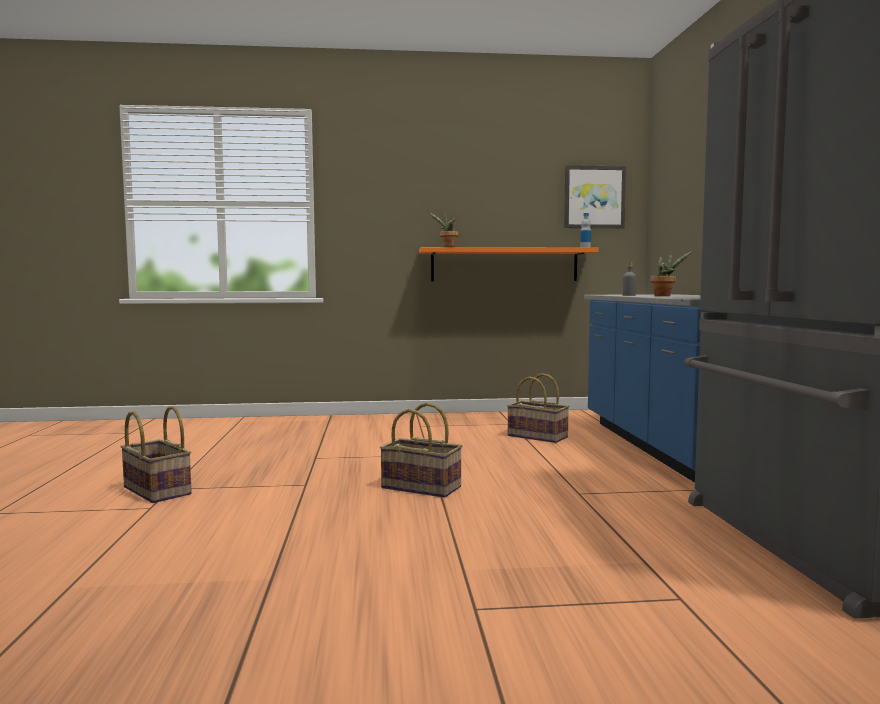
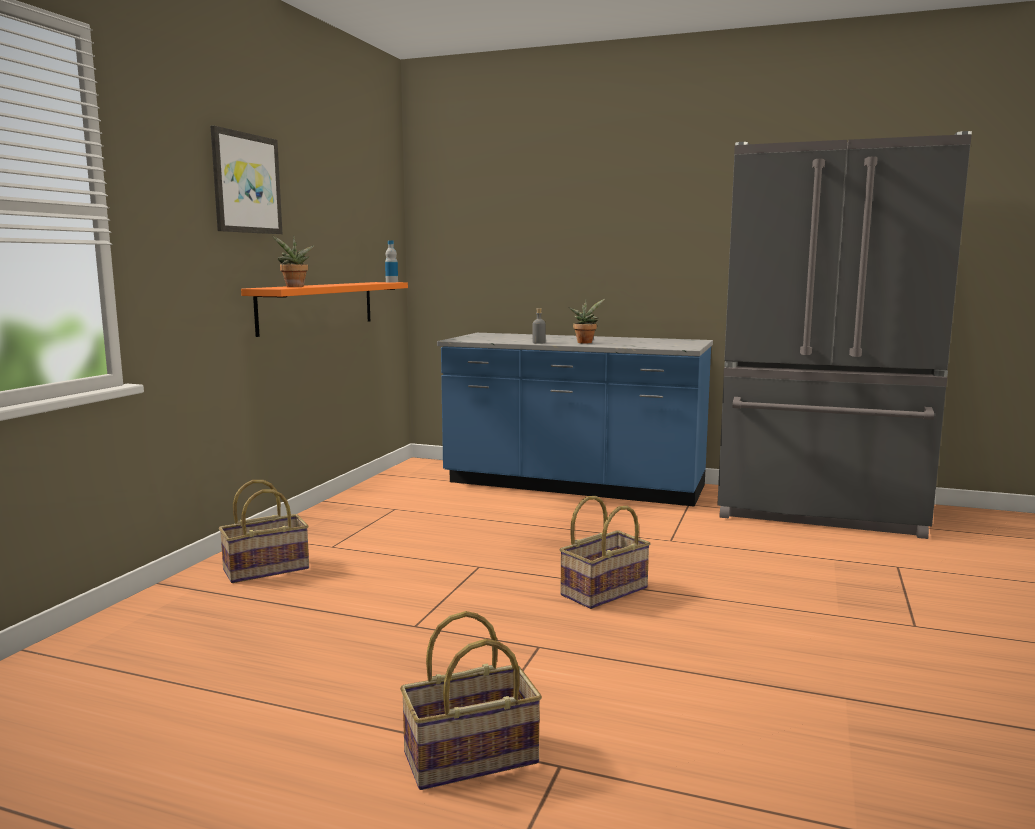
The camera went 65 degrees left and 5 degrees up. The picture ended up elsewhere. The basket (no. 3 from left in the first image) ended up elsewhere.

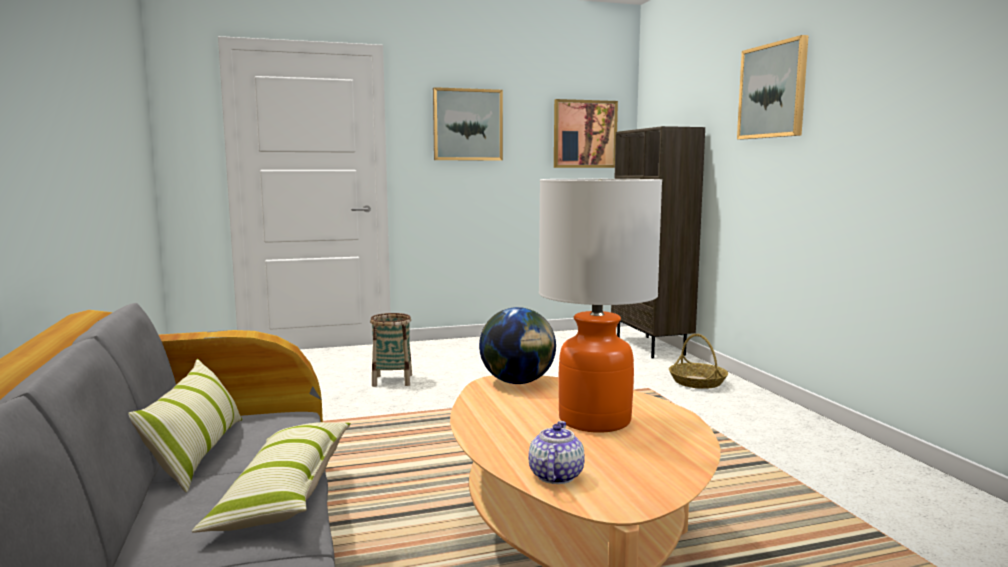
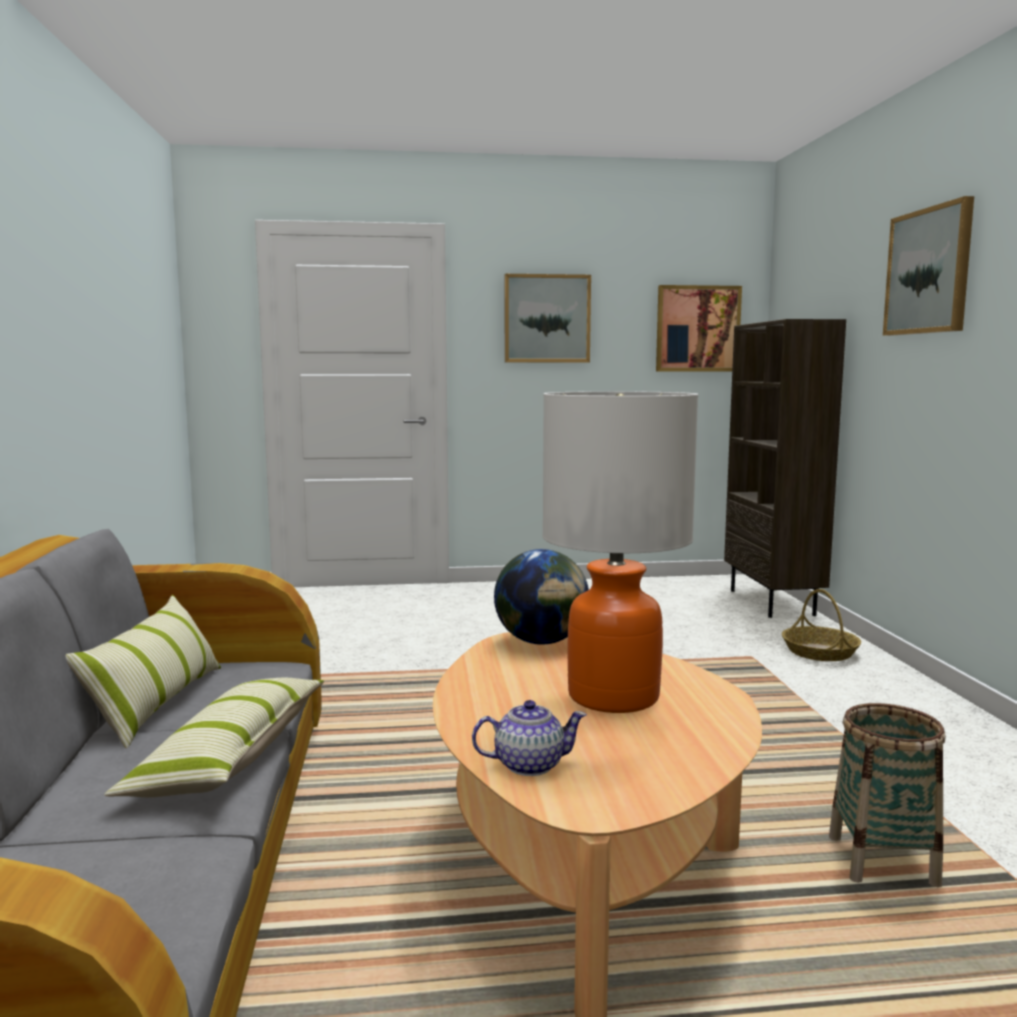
The camera went 10 degrees right and 0 degrees up. The teapot ended up facing another way, 60 degrees clockwise from before. The basket (no. 1 from left in the first image) ended up elsewhere.

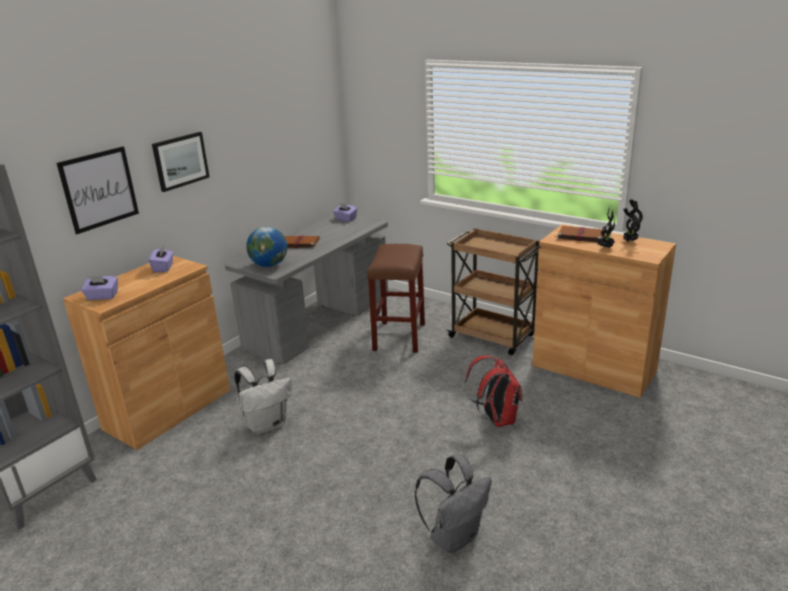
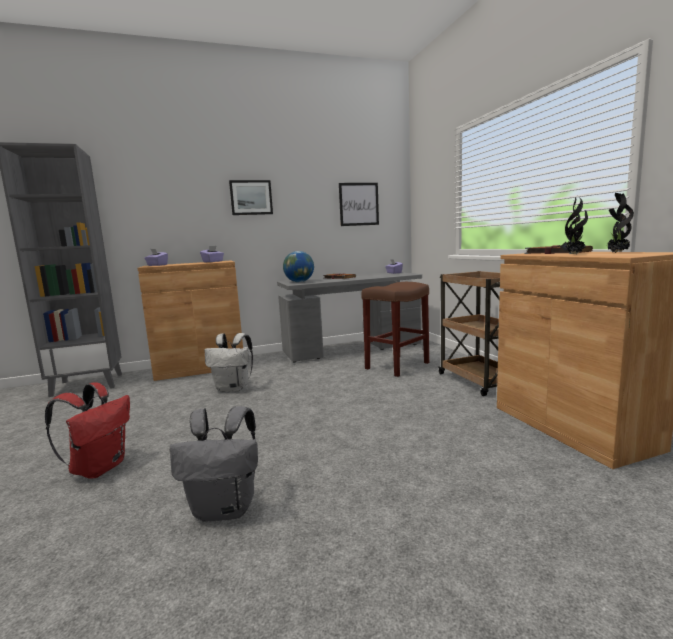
The camera went 35 degrees right and 15 degrees down. The red backpack ended up elsewhere. The picture (no. 1 from left in the first image) ended up elsewhere.

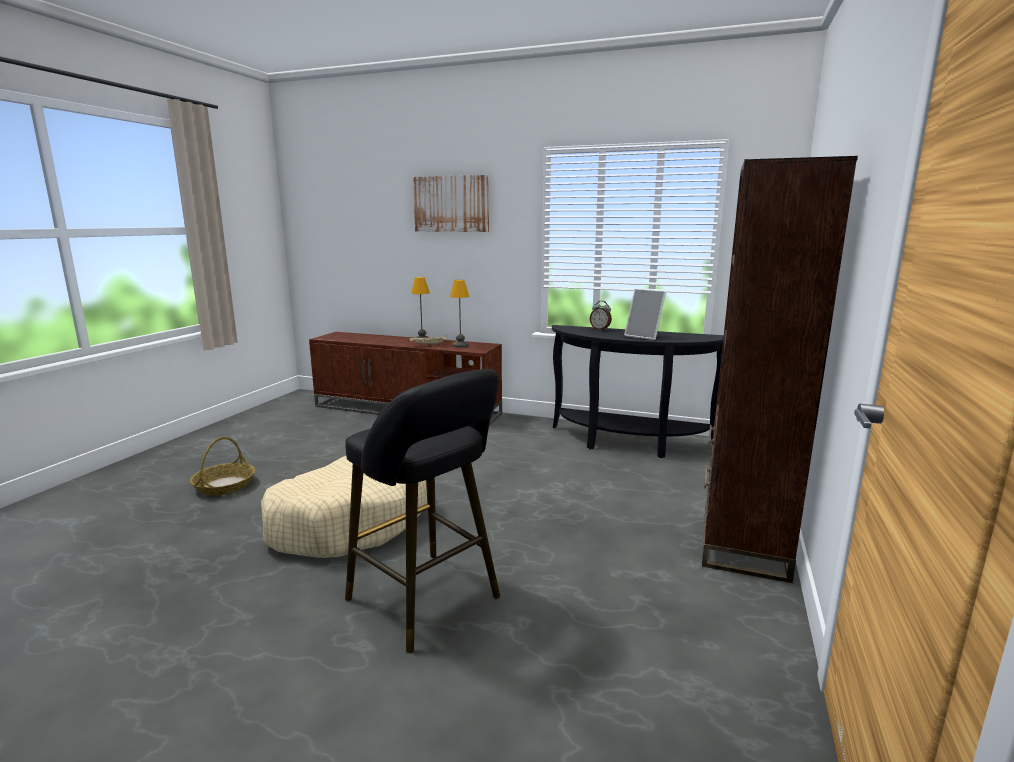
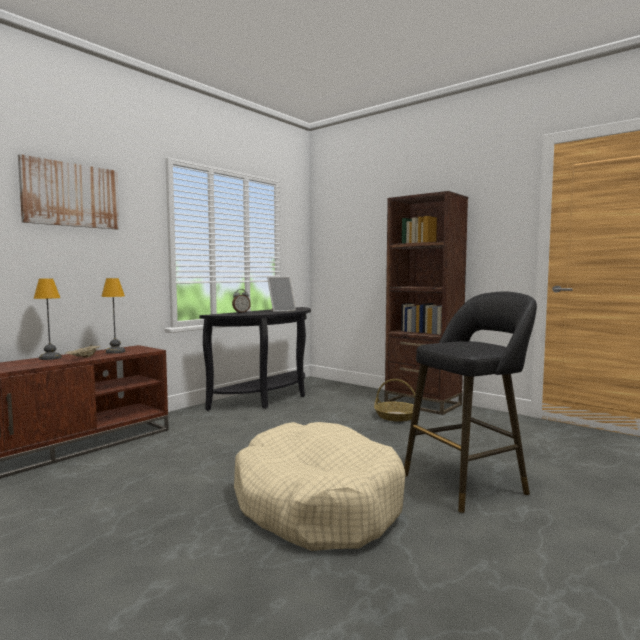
The camera went 70 degrees left and 10 degrees down. The basket ended up elsewhere.

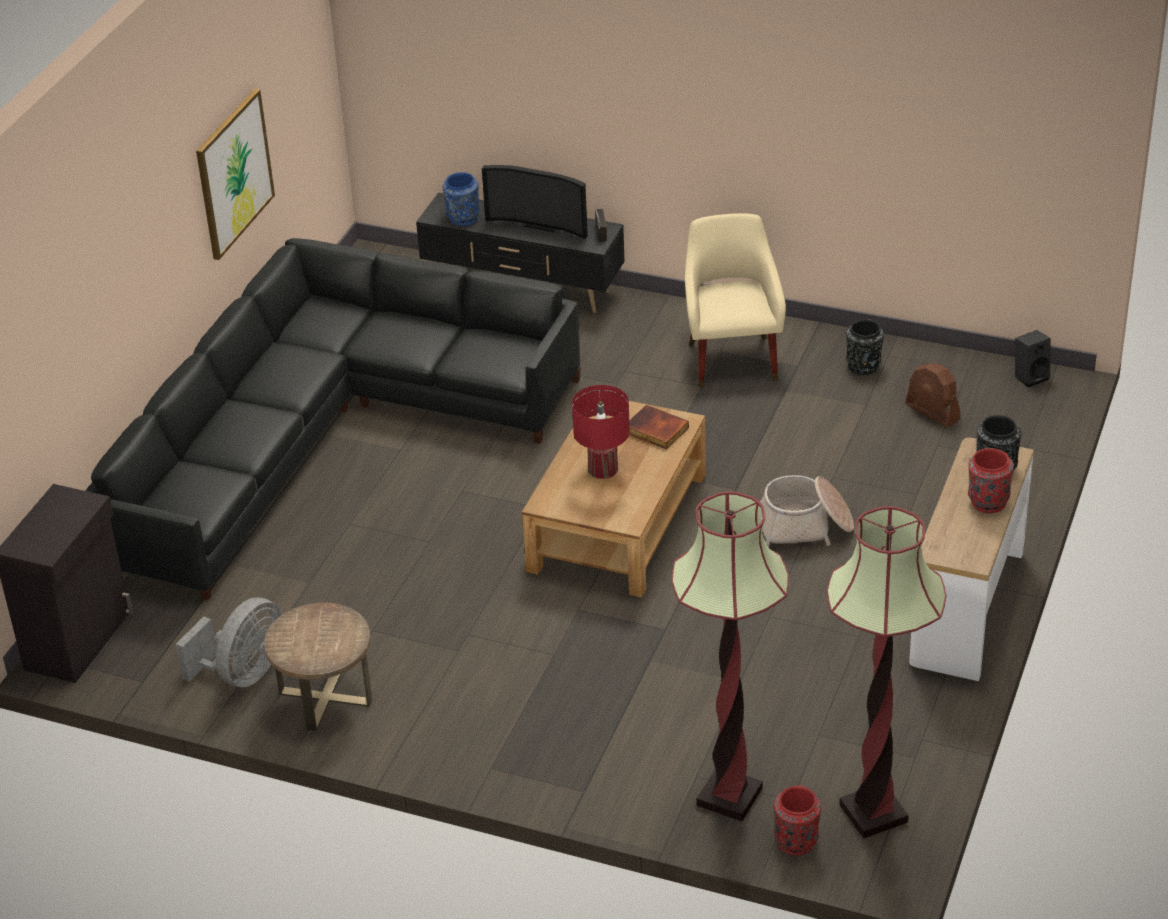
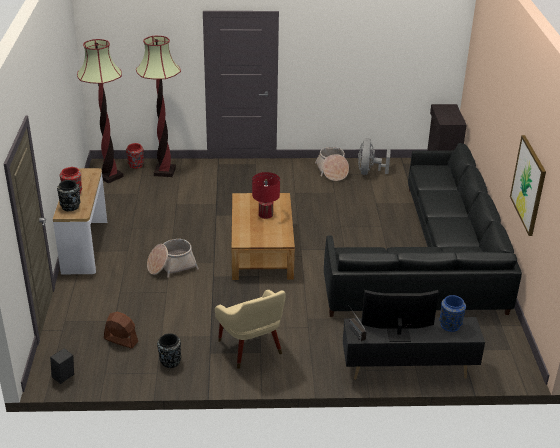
The camera went 155 degrees right and 5 degrees down. Where the brown side table stood, the basket (no. 2 from left) came to stand. The second view lost the book.

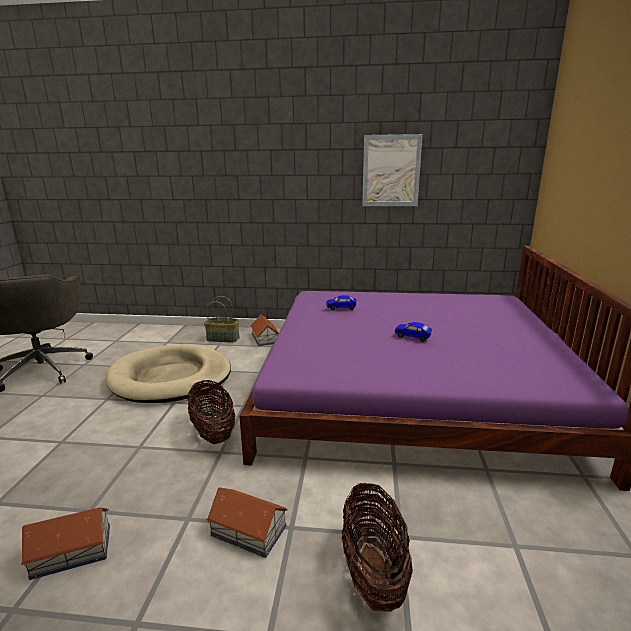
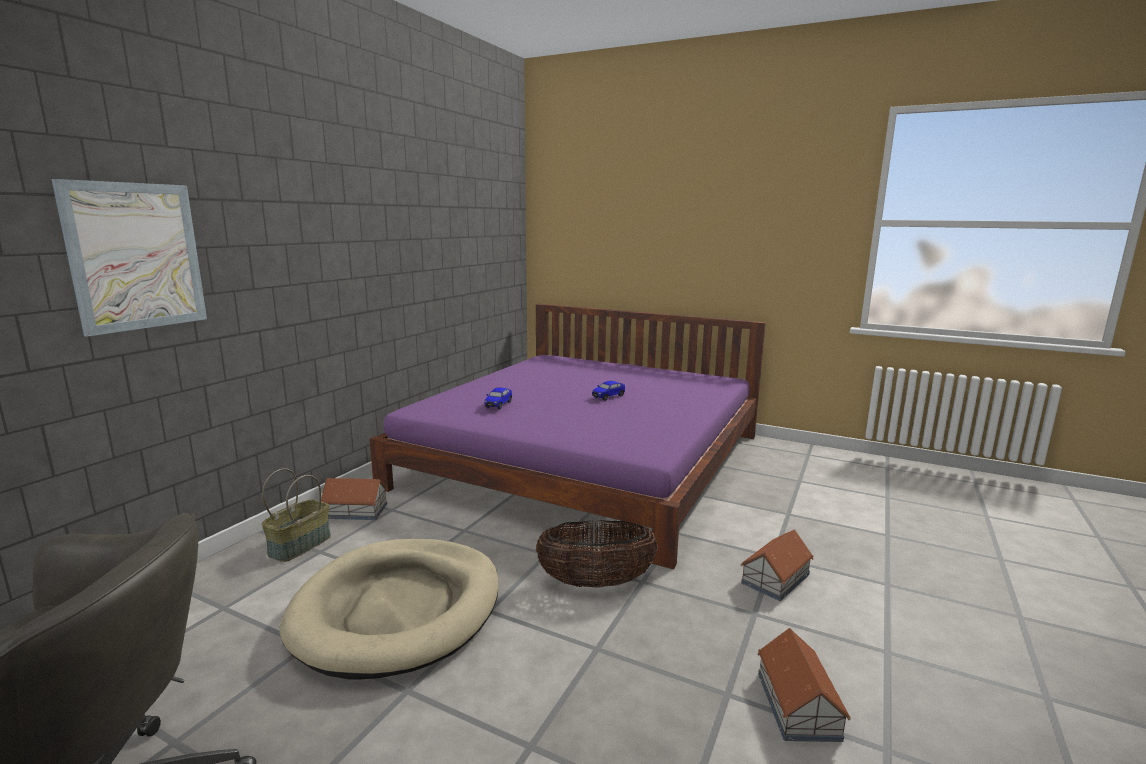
The camera went 70 degrees left and 5 degrees down. The picture ended up elsewhere. The second view lost the basket (no. 3 from left).

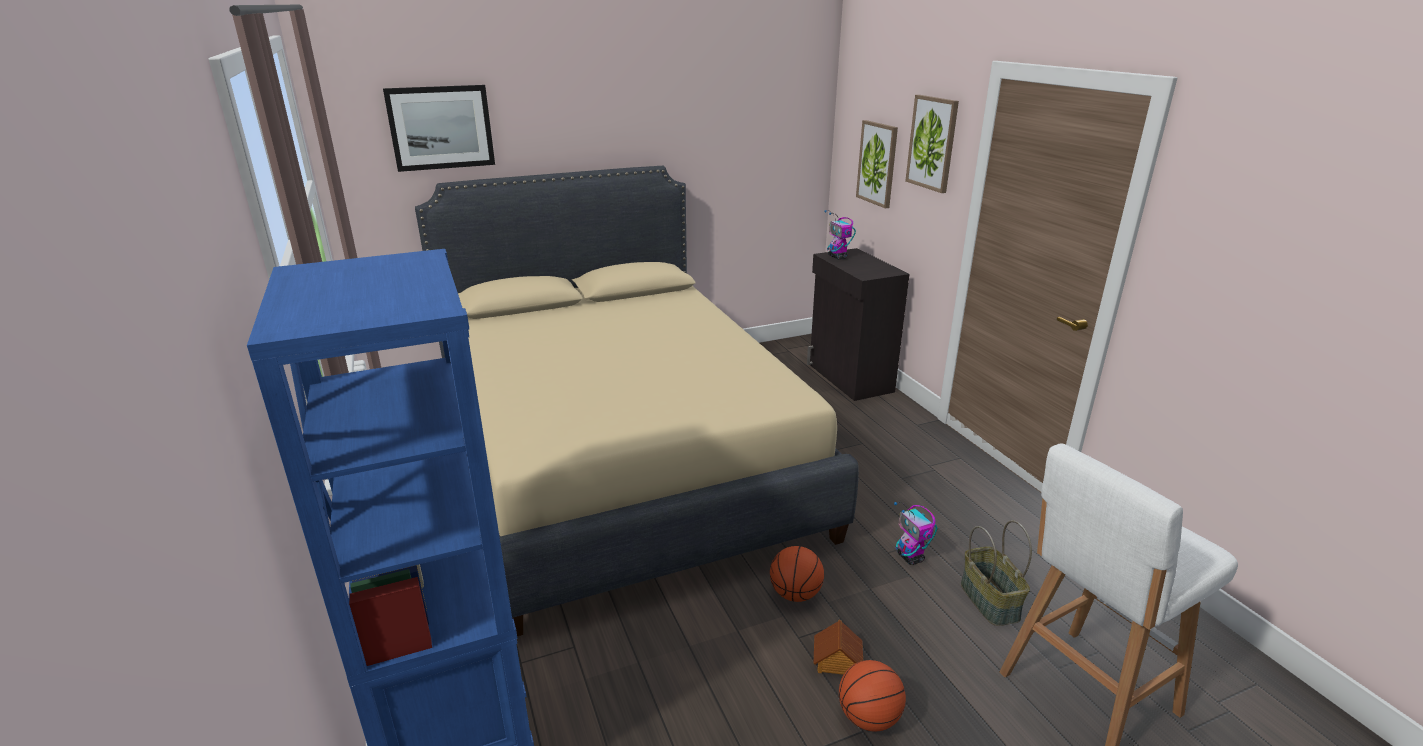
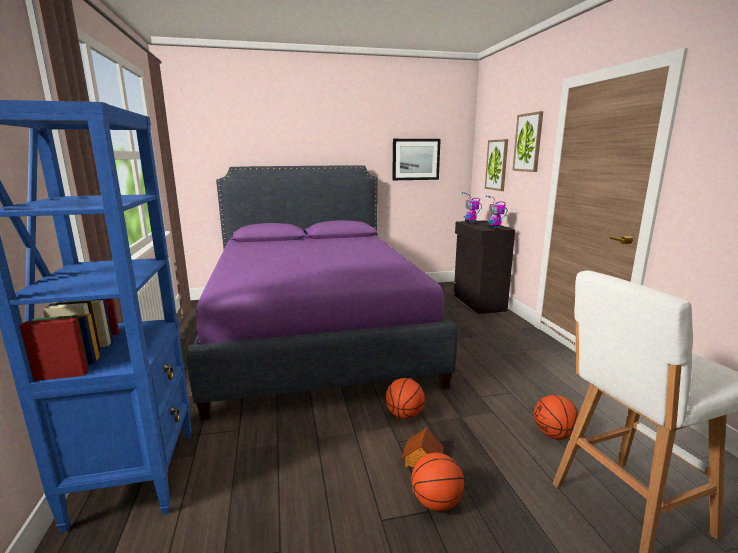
The camera went 10 degrees right and 10 degrees down. What was the beige bed turned into the purple bed. The picture (no. 1 from left) ended up elsewhere. The toy robot (no. 2 from left) ended up elsewhere. Where the basket stood, the basketball (no. 3 from left) came to stand.

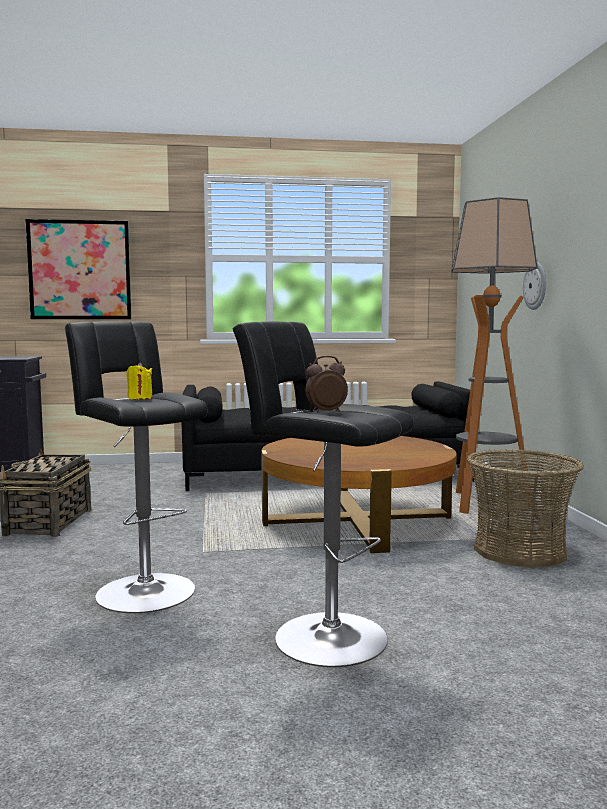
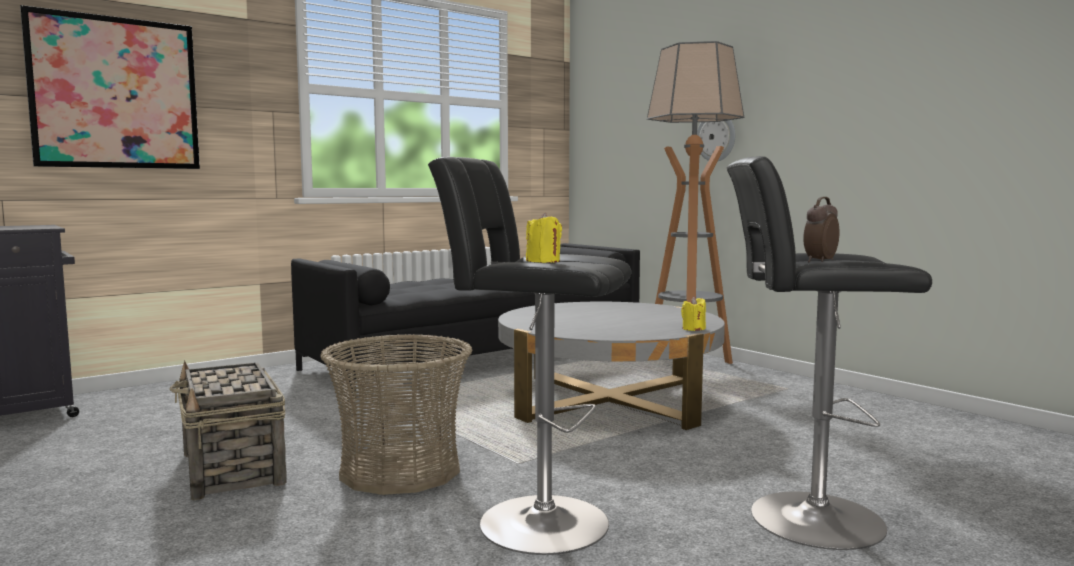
The camera went 30 degrees left and 0 degrees up. The basket (no. 2 from left) ended up elsewhere. What was the brown coffee table turned into the grey coffee table. The second view gained the yellow candle (no. 2 from left).

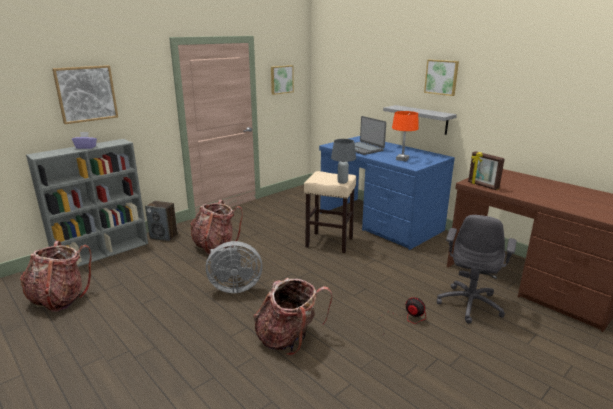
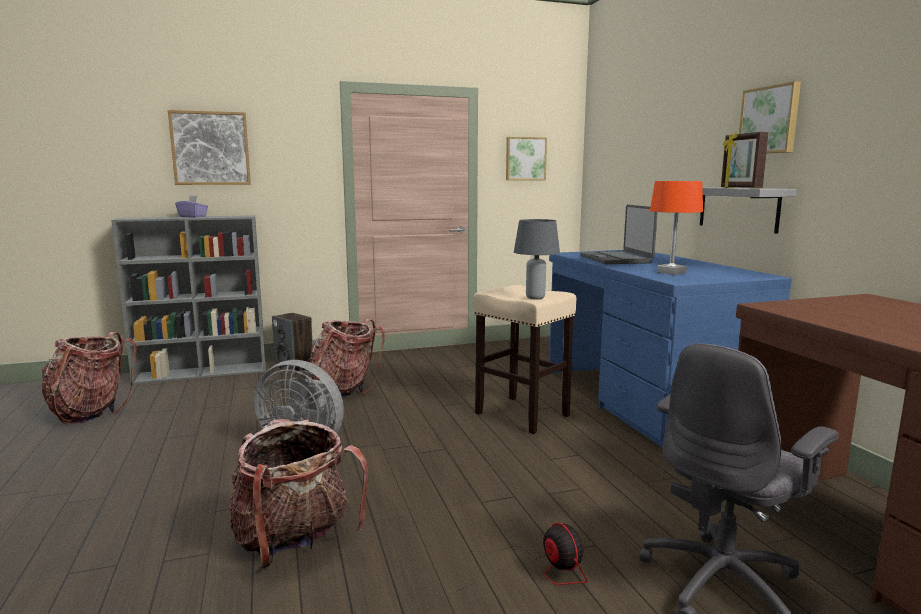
The camera went 25 degrees right and 10 degrees down. The picture frame ended up elsewhere.

